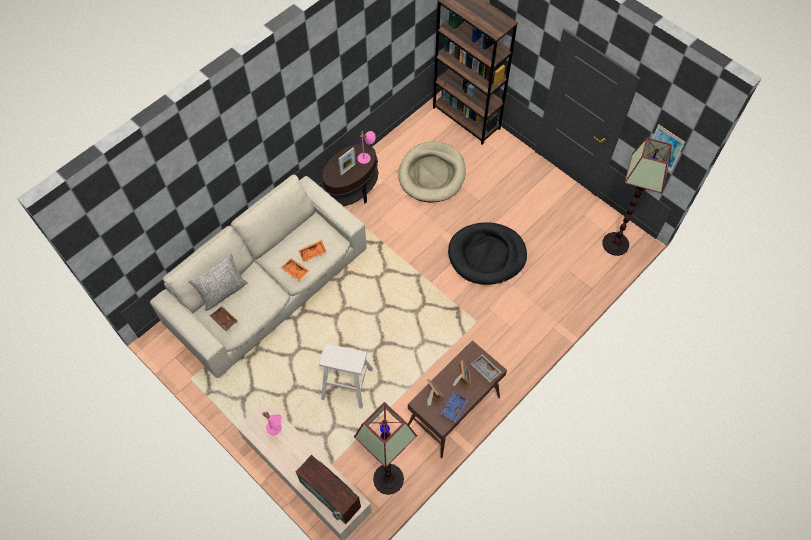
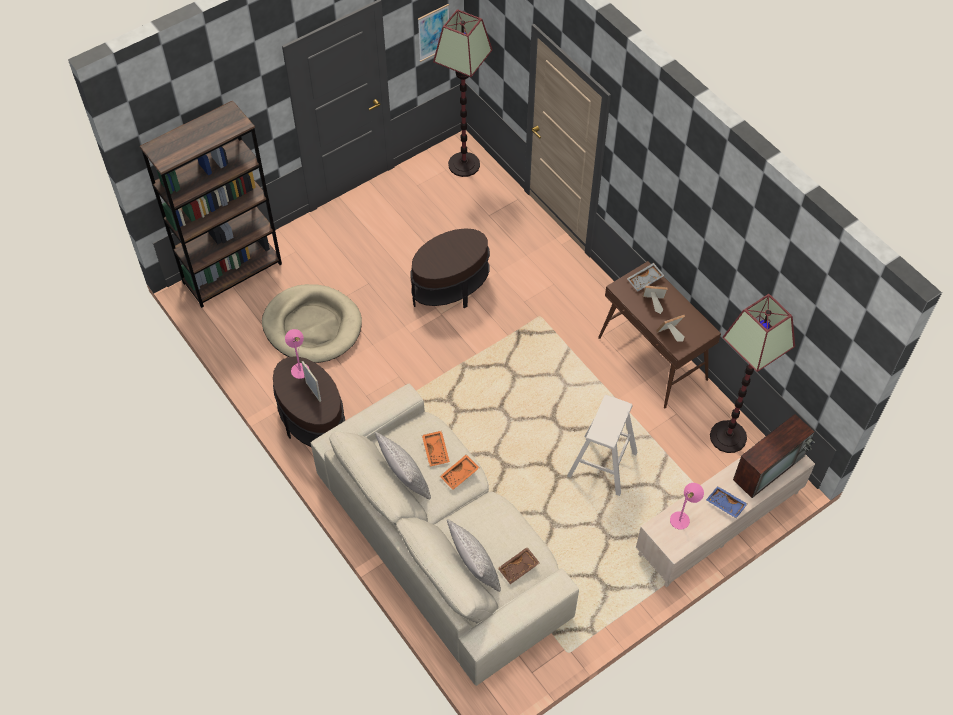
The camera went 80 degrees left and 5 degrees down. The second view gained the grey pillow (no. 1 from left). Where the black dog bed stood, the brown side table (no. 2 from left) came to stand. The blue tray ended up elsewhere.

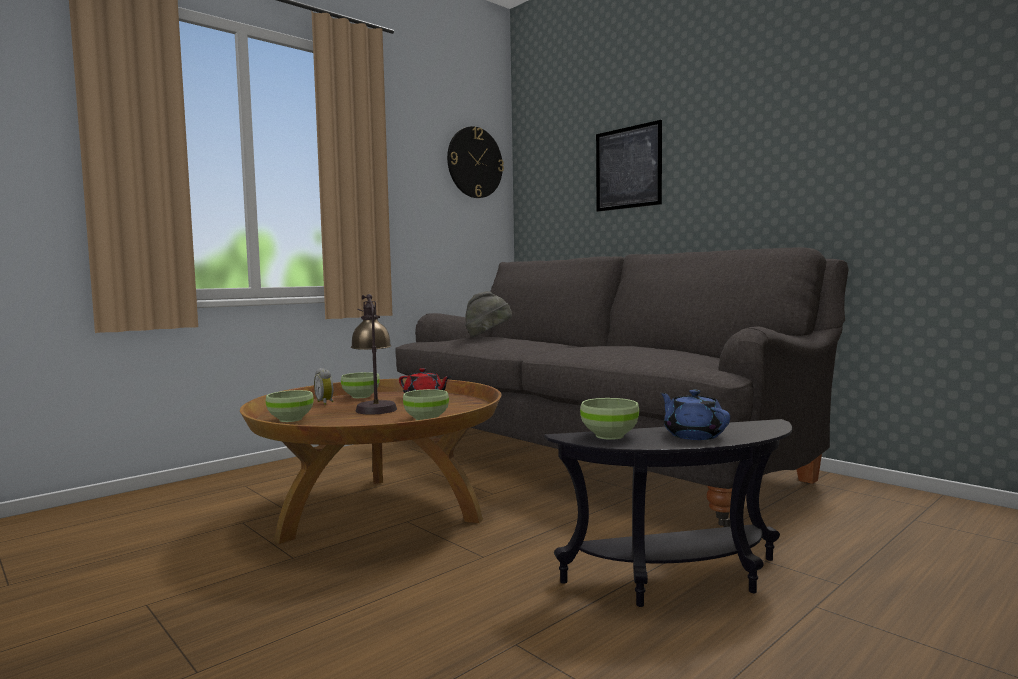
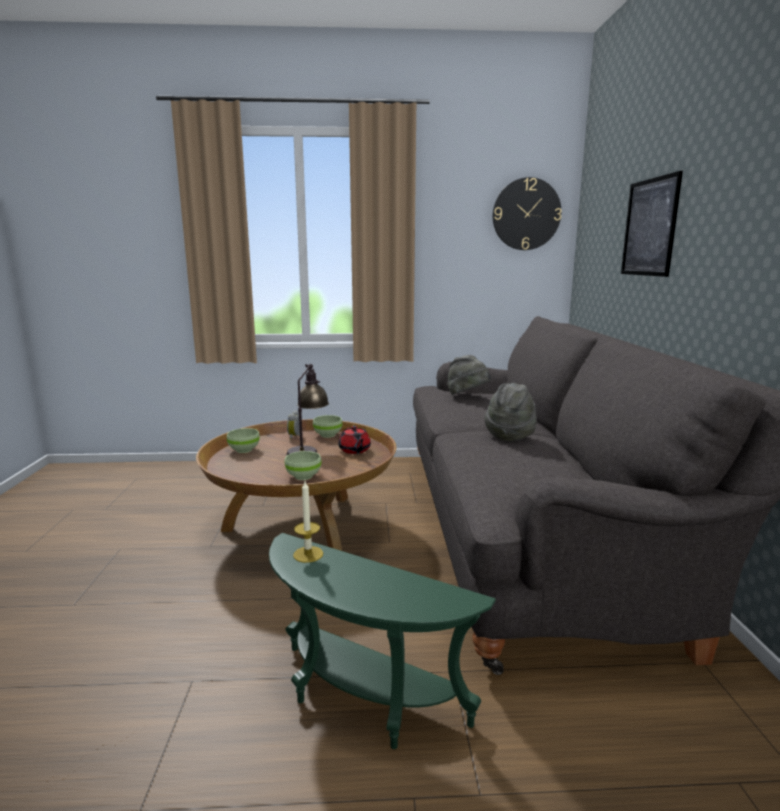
The camera went 40 degrees right and 10 degrees up. What was the black side table turned into the green side table. Where the green bowl (no. 4 from left) stood, the candle came to stand. The second view gained the grey hat (no. 2 from left). The second view lost the blue teapot.

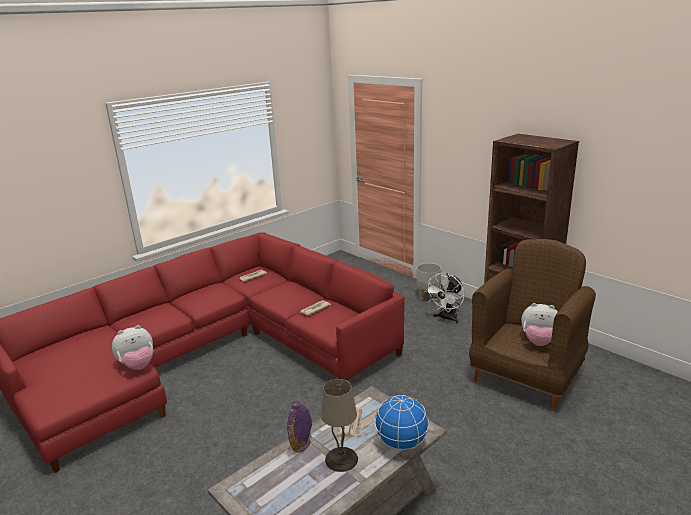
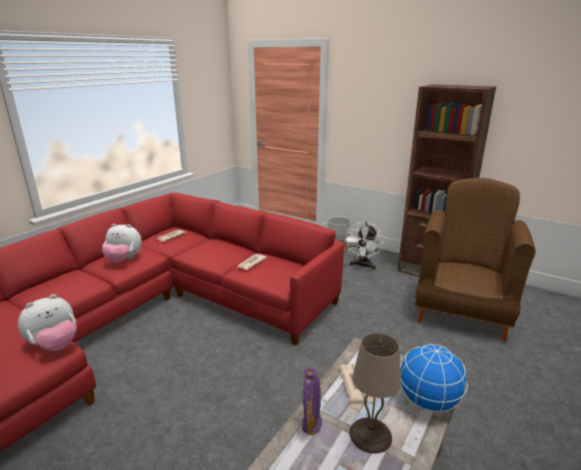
The camera went 15 degrees left and 0 degrees up. The plush toy (no. 2 from left) ended up elsewhere.

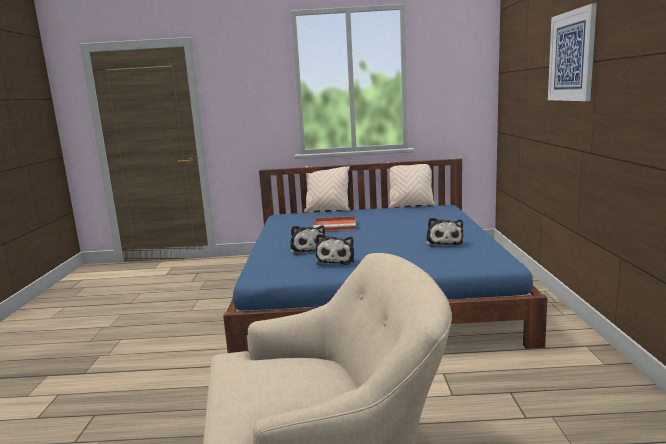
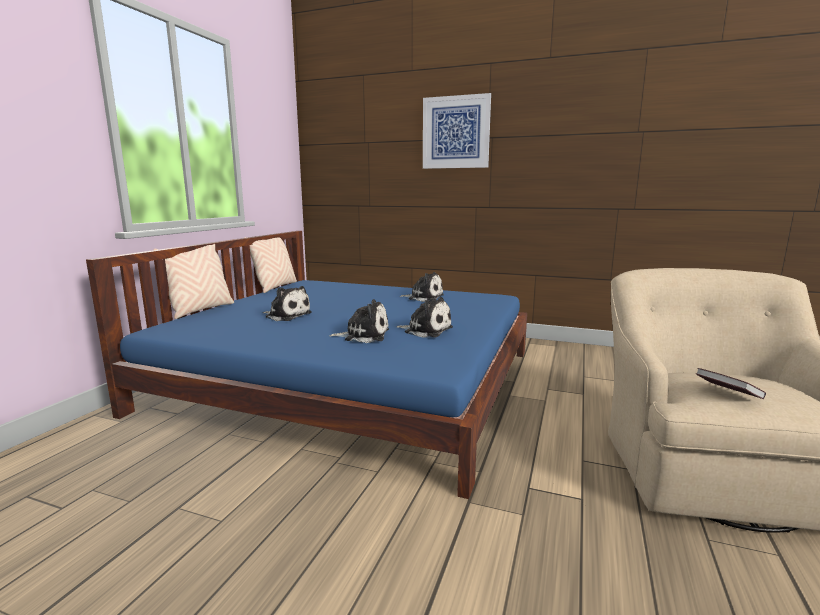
The camera went 70 degrees left and 0 degrees up. Where the red tray stood, the plush toy (no. 1 from left) came to stand. The second view gained the book.

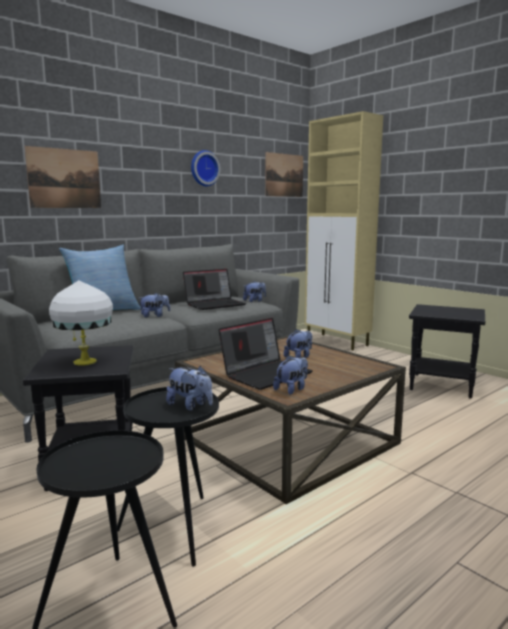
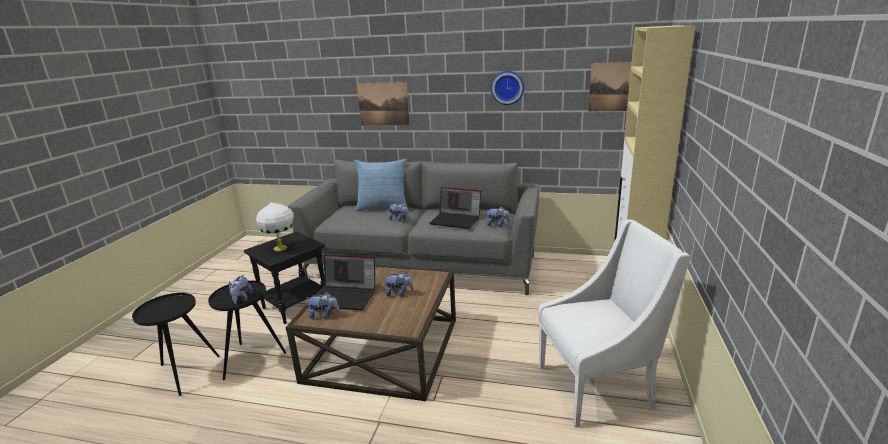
The camera went 55 degrees right and 10 degrees up. Where the black side table (no. 4 from left) stood, the white armchair came to stand.

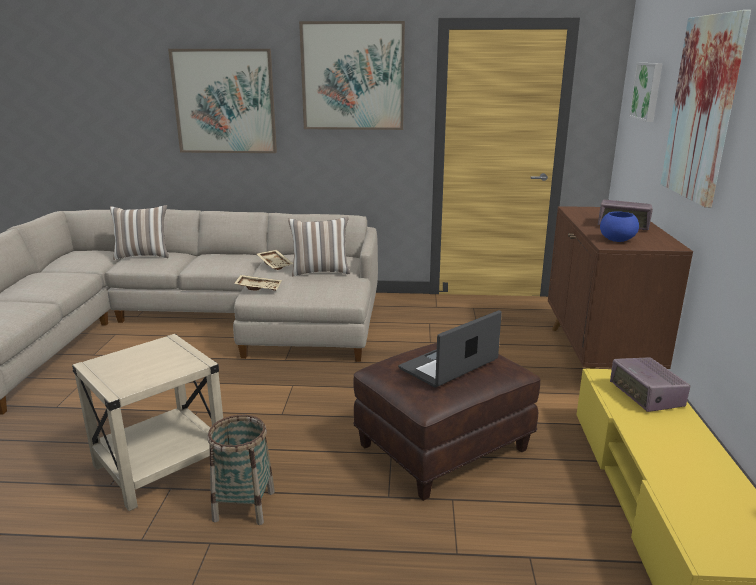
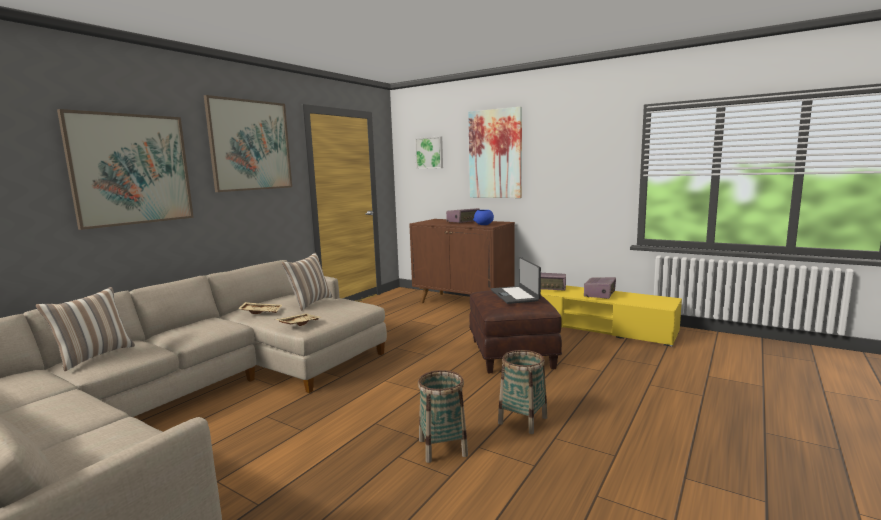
The camera went 60 degrees left and 10 degrees down. Where the beige side table stood, the basket (no. 1 from left) came to stand. The second view gained the radio (no. 3 from left).

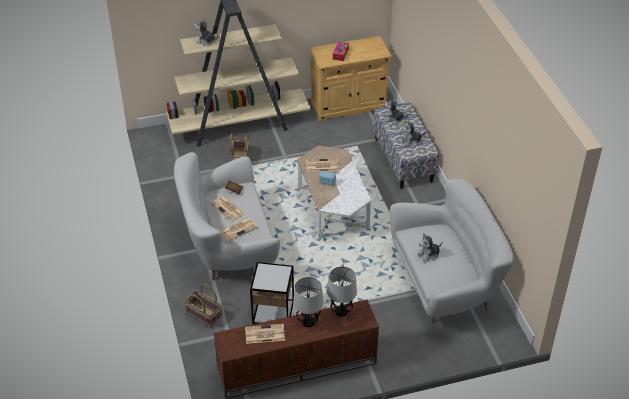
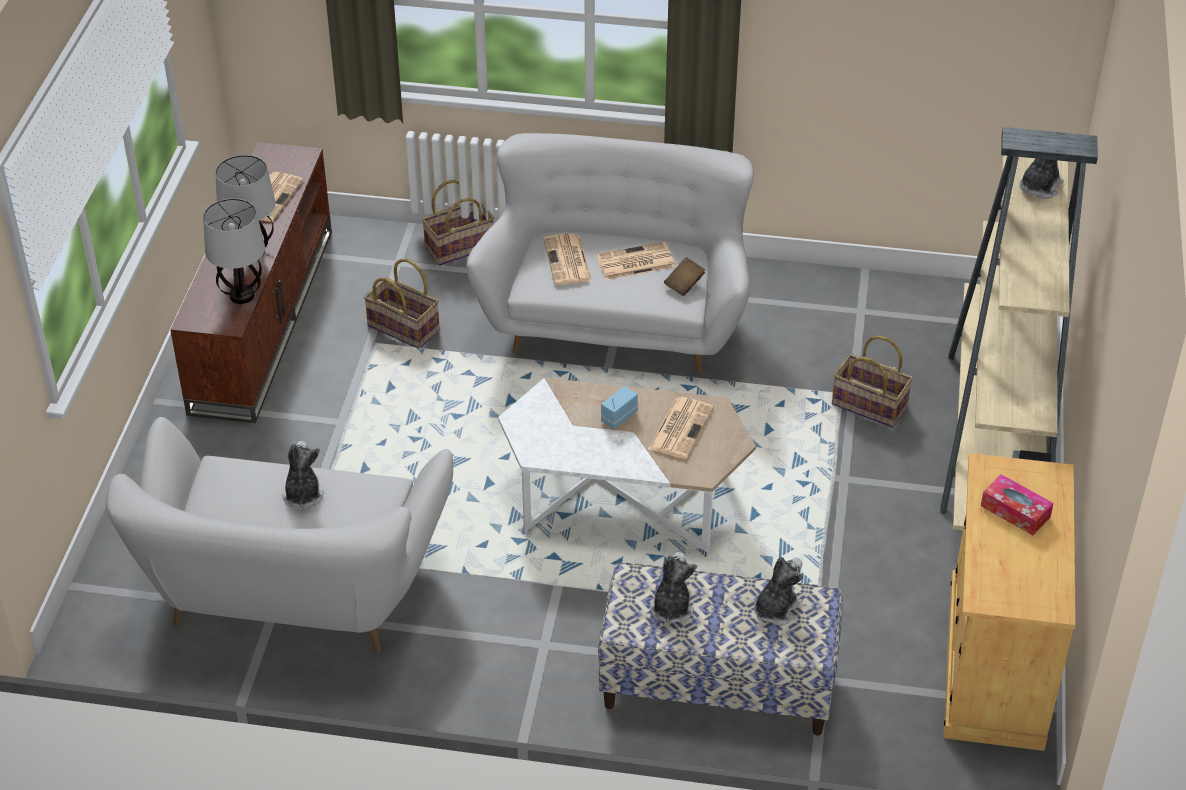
The camera went 115 degrees right and 0 degrees up. Where the side table stood, the basket (no. 1 from left) came to stand.

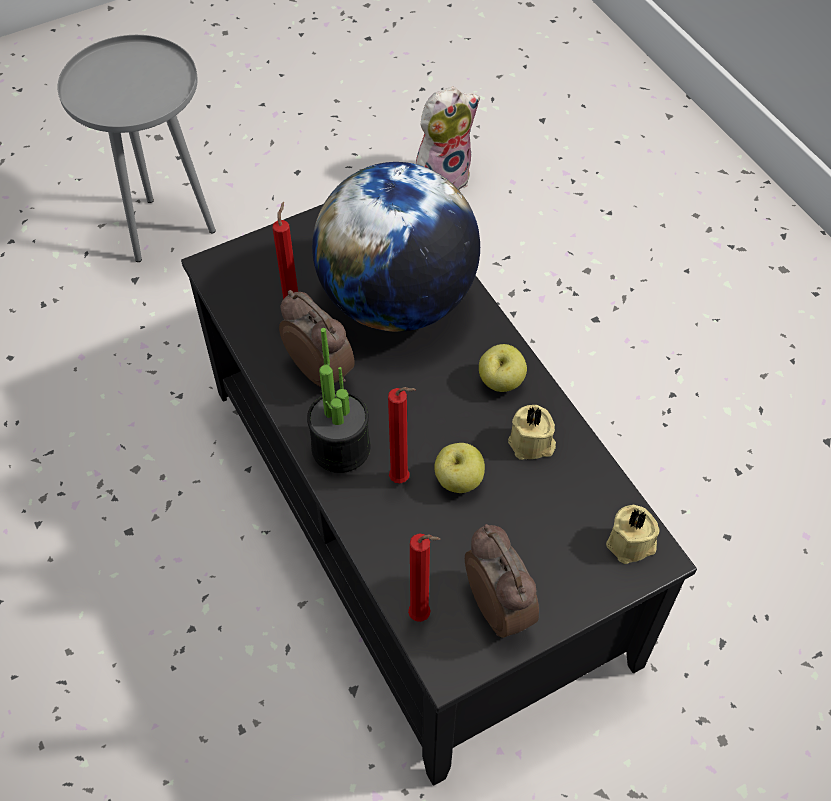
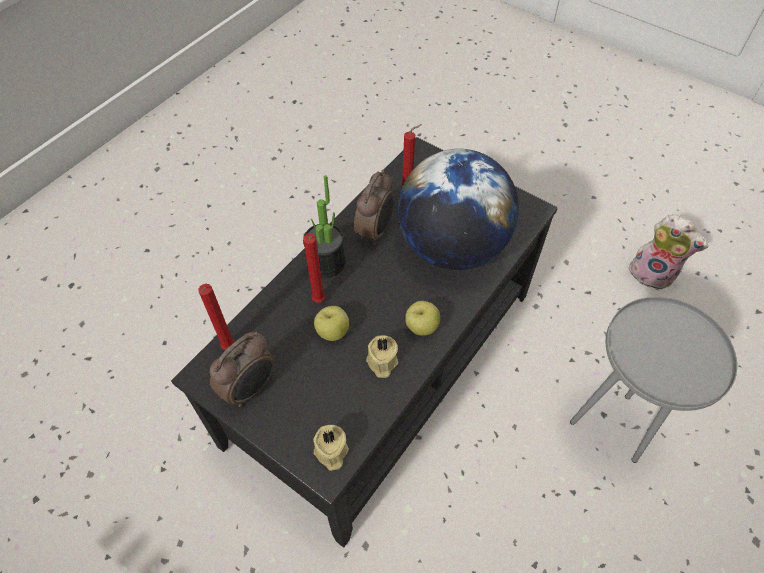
The camera went 65 degrees right and 0 degrees up. The grey side table ended up elsewhere.

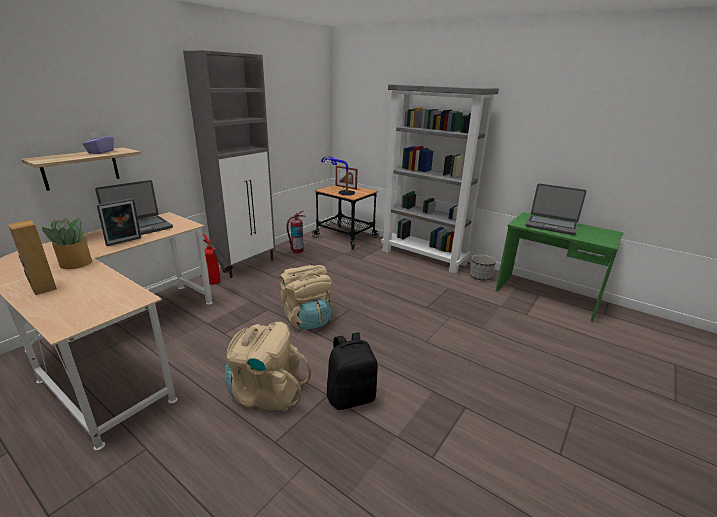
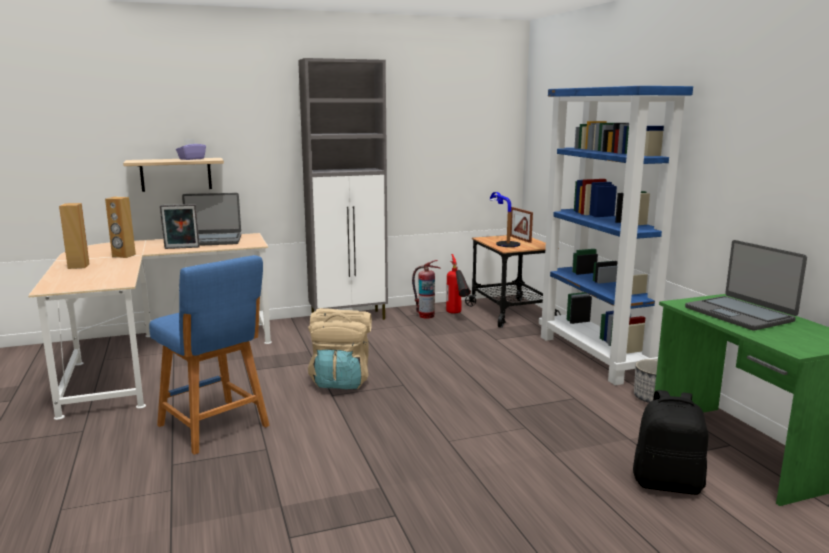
The camera went 35 degrees right and 10 degrees down. Where the potted plant stood, the brown speaker (no. 2 from left) came to stand. Where the beige backpack (no. 1 from left) stood, the blue stool came to stand. The fire extinguisher (no. 1 from left in the first image) ended up elsewhere. What was the grey bookcase turned into the blue bookcase. The black backpack ended up elsewhere.

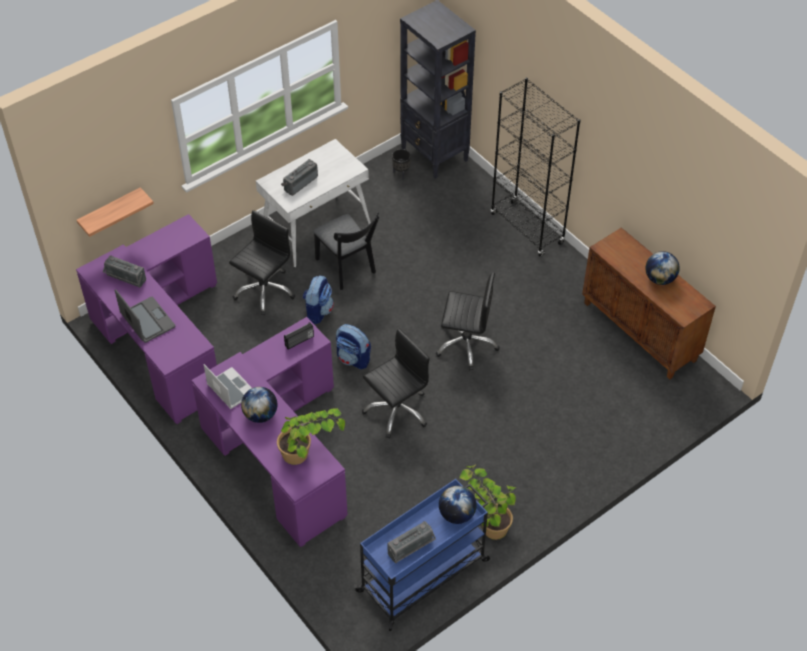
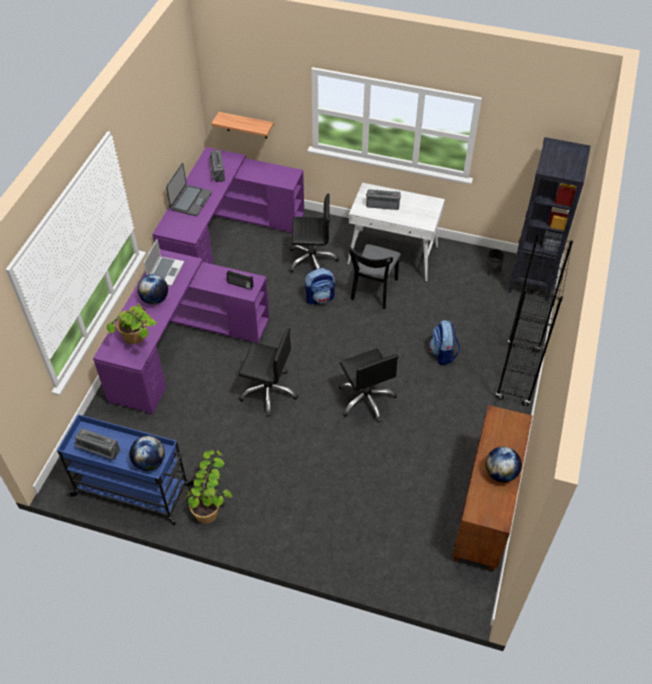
The camera went 55 degrees right and 0 degrees up. The backpack (no. 2 from left) ended up elsewhere.

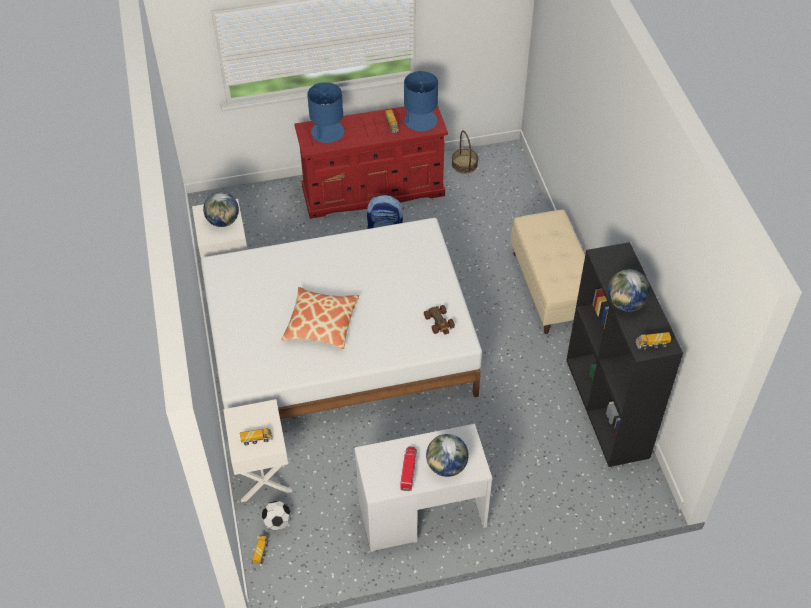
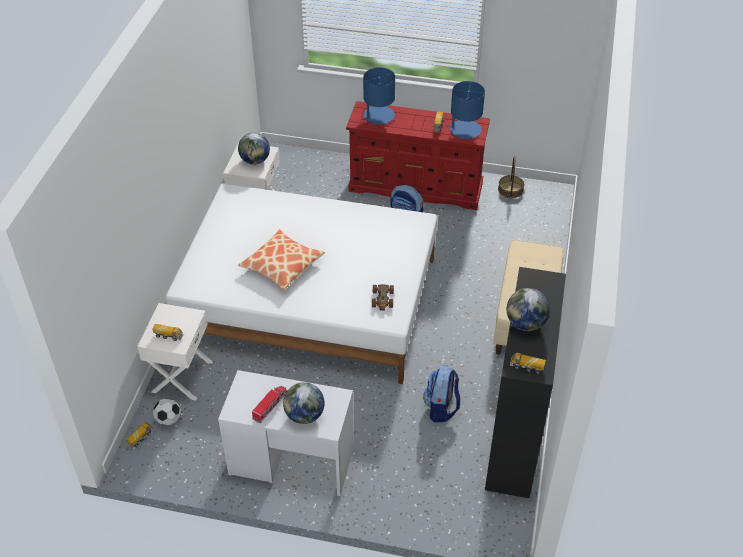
The camera went 25 degrees right and 5 degrees down. The second view gained the backpack (no. 2 from left).

